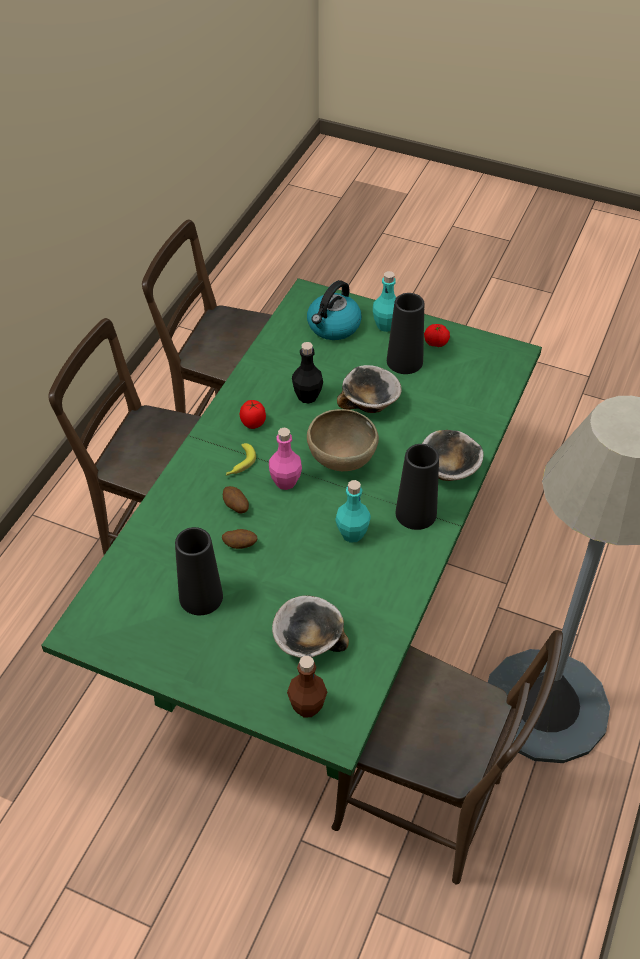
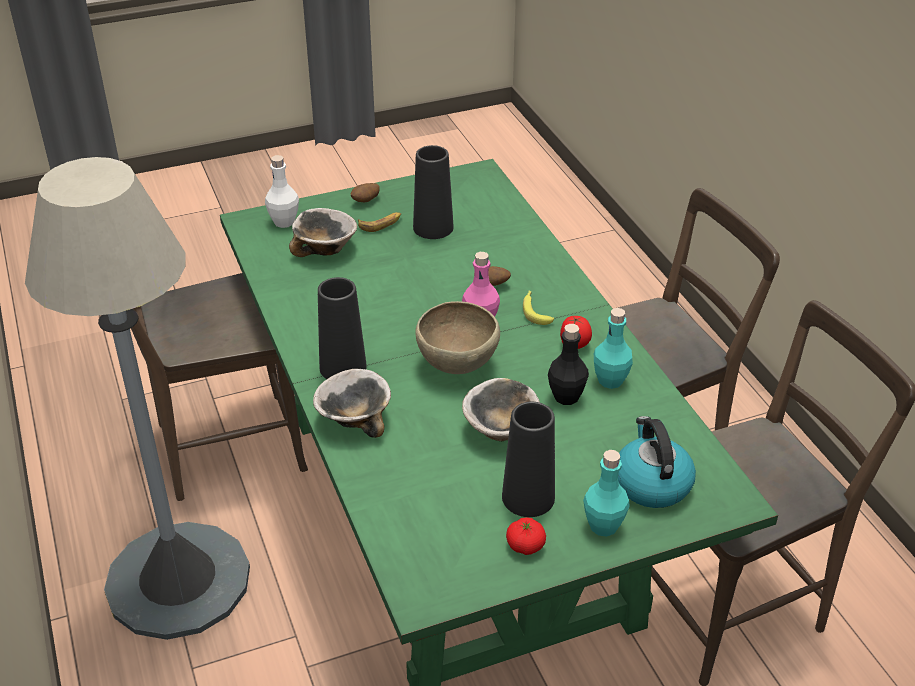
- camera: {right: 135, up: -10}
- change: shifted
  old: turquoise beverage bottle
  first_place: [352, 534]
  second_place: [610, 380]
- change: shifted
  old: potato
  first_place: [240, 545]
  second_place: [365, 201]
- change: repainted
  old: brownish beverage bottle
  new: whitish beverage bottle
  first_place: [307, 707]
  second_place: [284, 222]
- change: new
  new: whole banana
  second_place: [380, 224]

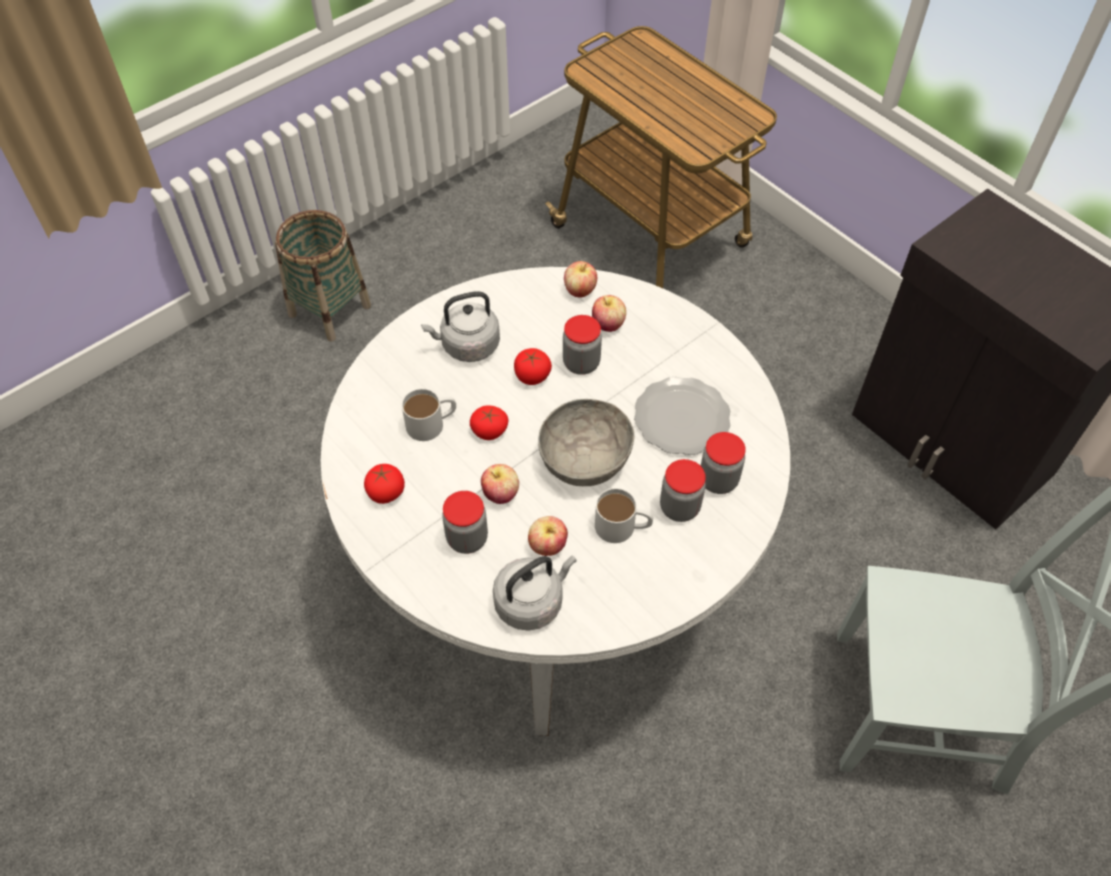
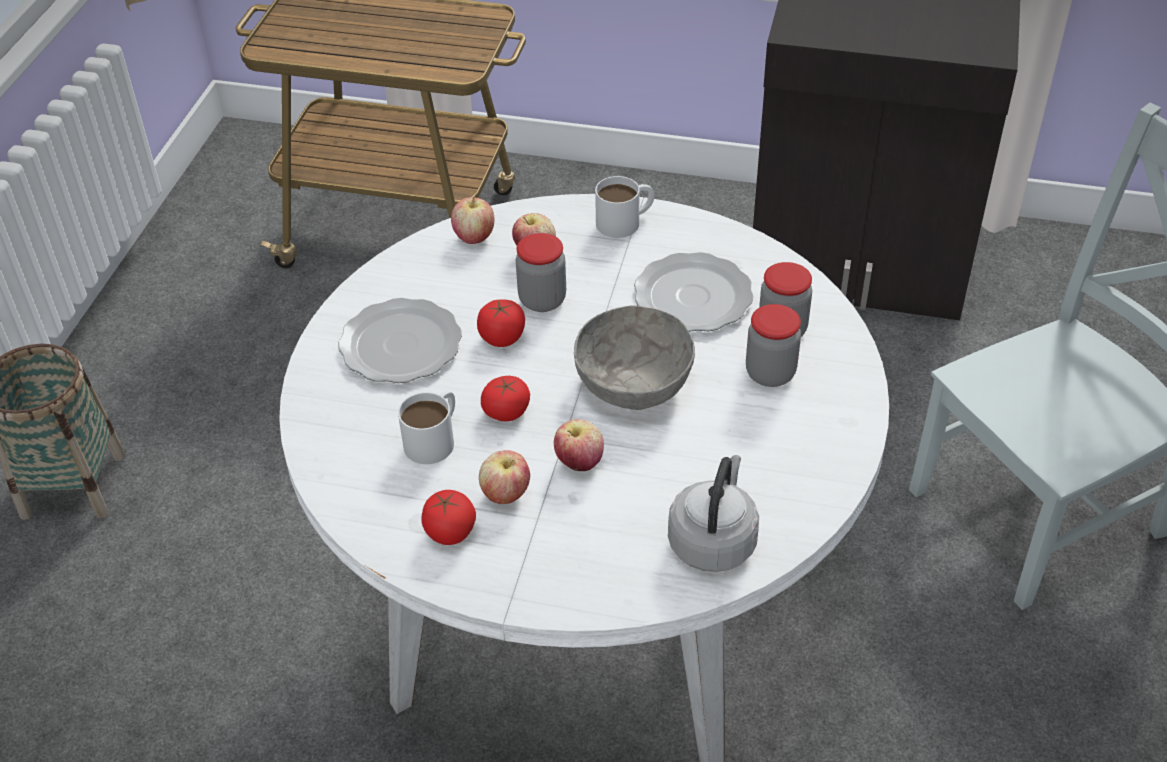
- camera: {right: -35, up: -10}
- change: swapped
  old: greyish water kettle
  new: dinner plate
  first_place: [467, 346]
  second_place: [401, 346]
- change: shifted
  old: whitish mug
  first_place: [623, 527]
  second_place: [625, 221]
- change: gone
  old: jar
  first_place: [467, 538]
- change: shifted
  old: apple fruit
  first_place: [548, 546]
  second_place: [505, 494]

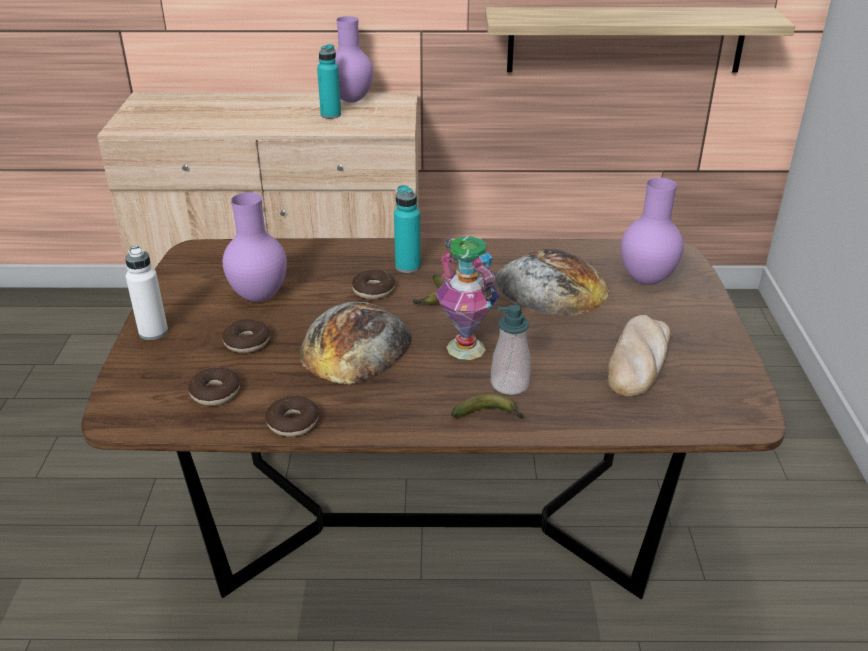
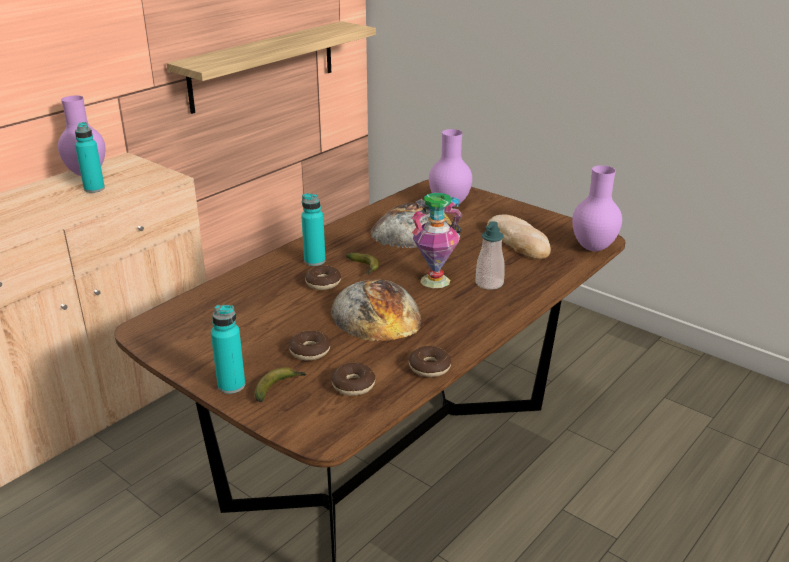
- camera: {right: -50, up: -5}
- change: shifted
  old: purple-coloured decorative vase
  first_place: [258, 296]
  second_place: [592, 248]
- change: repainted
  old: whitish beverage bottle
  new: turquoise beverage bottle
  first_place: [153, 332]
  second_place: [231, 385]
- change: shifted
  old: whole banana
  first_place: [489, 415]
  second_place: [279, 388]

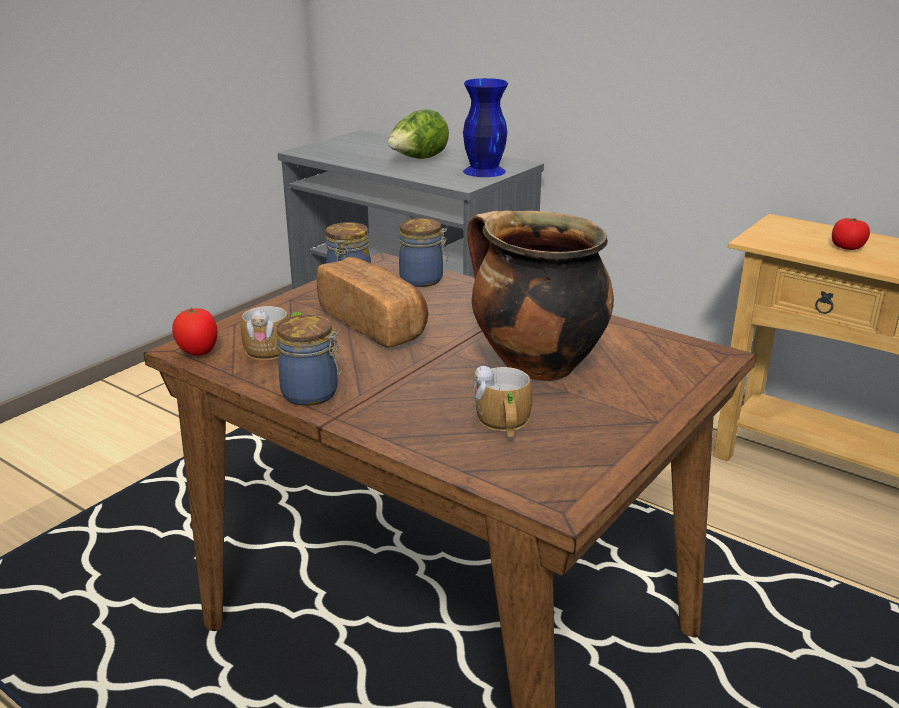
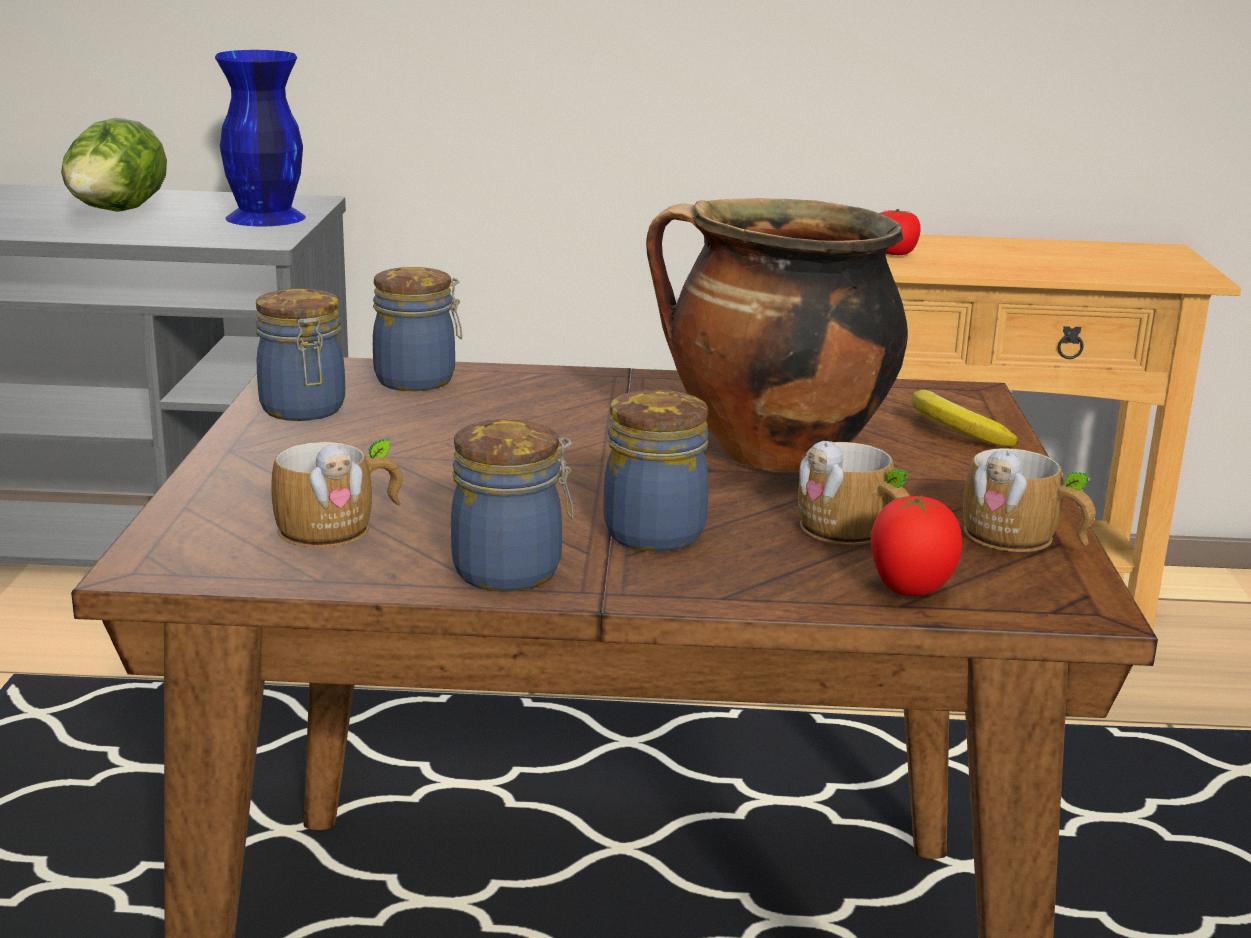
- camera: {right: -35, up: -5}
- change: gone
  old: baked bread
  first_place: [374, 324]
- change: shifted
  old: whole tomato
  first_place: [199, 353]
  second_place: [909, 591]
- change: new
  new: jar
  second_place: [652, 532]
- change: new
  new: whole banana
  second_place: [954, 431]
- change: new
  new: mug
  second_place: [1023, 540]

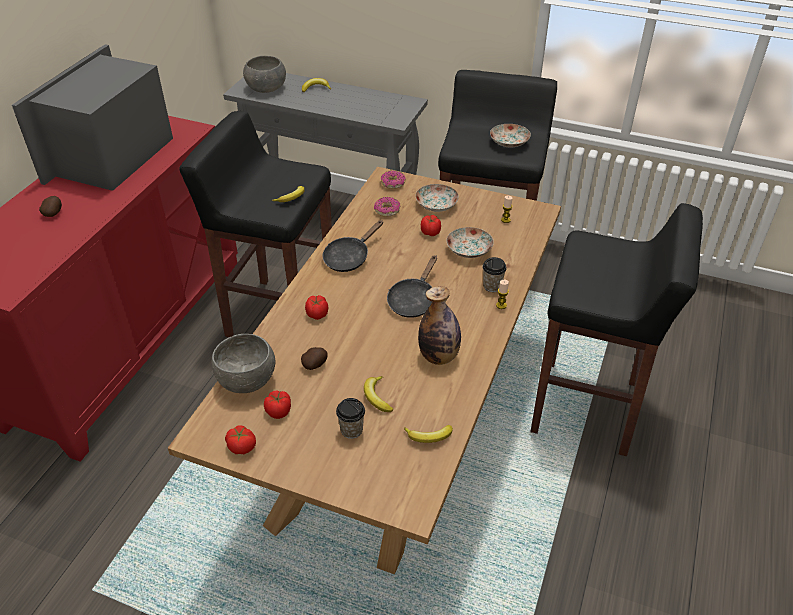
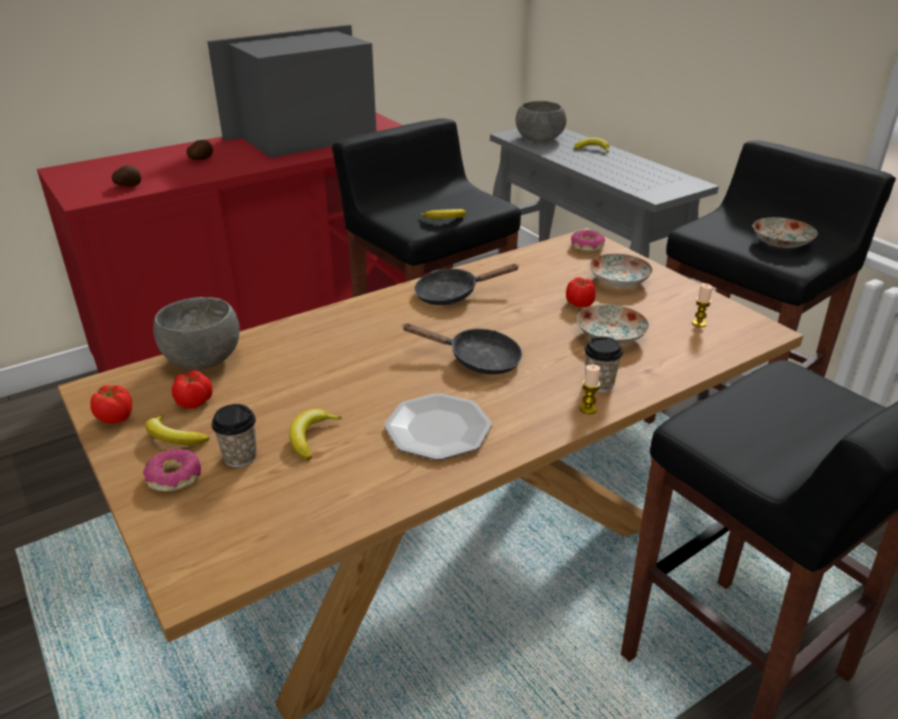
- camera: {right: 35, up: -10}
- change: shifted
  old: doughnut
  first_place: [387, 210]
  second_place: [174, 477]
- change: rotated
  old: black-coloured frying pan
  first_place: [413, 300]
  second_place: [477, 360]
  degrees: -135
- change: swapped
  old: beverage bottle
  new: dinner plate
  first_place: [439, 356]
  second_place: [437, 429]
- change: gone
  old: whole tomato
  first_place: [317, 315]
- change: shifted
  old: potato
  first_place: [315, 364]
  second_place: [129, 186]
- change: shifted
  old: whole banana
  first_place: [429, 437]
  second_place: [174, 438]

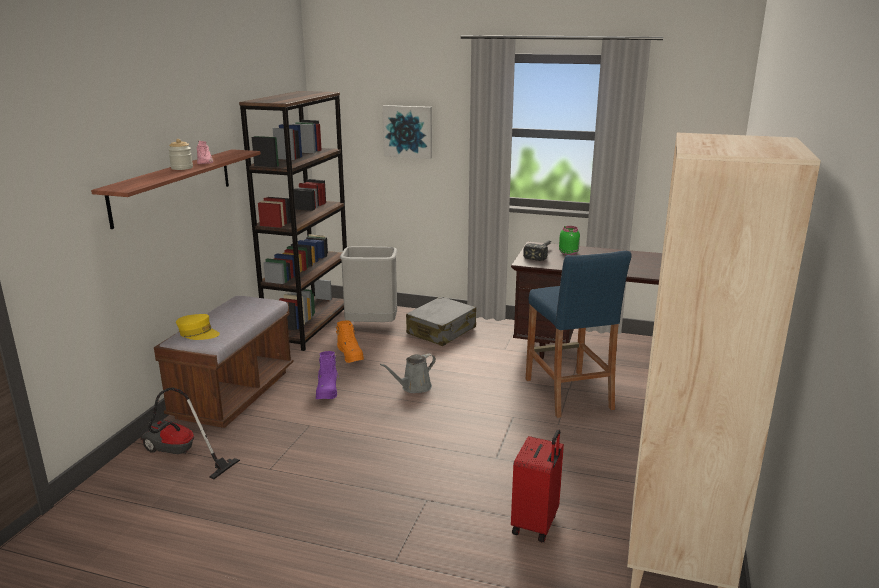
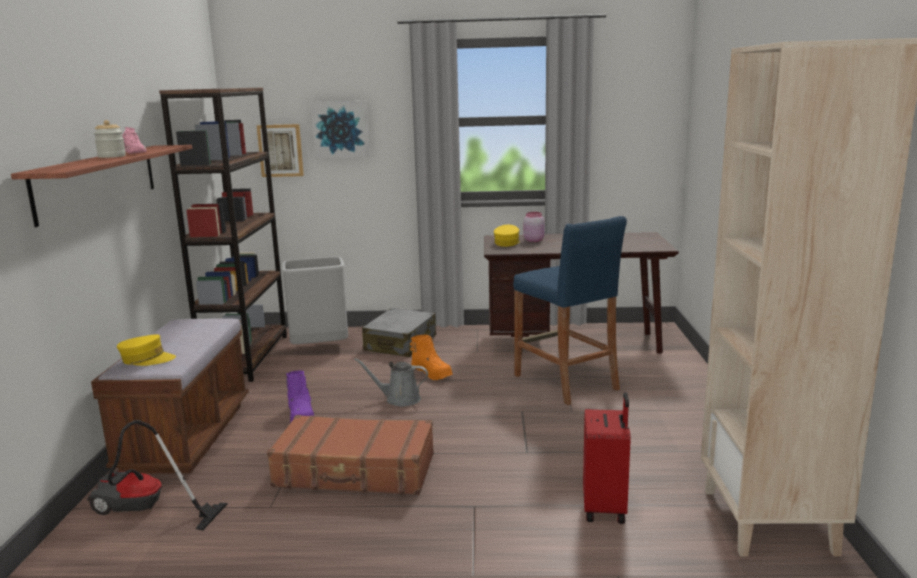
- camera: {right: -15, up: -5}
- change: repainted
  old: green-coloured jar
  new: pink-coloured jar
  first_place: [568, 253]
  second_place: [533, 240]
- change: swapped
  old: tool hammer
  new: yellow-coloured baseball cap
  first_place: [541, 253]
  second_place: [507, 243]
- change: shifted
  old: orange-coloured tall boot
  first_place: [350, 355]
  second_place: [432, 373]
- change: rotated
  old: greyish watering can
  first_place: [414, 387]
  second_place: [399, 399]
  degrees: 60
- change: new
  new: wall art
  second_place: [280, 150]
- change: new
  new: brownish suitcase
  second_place: [355, 471]

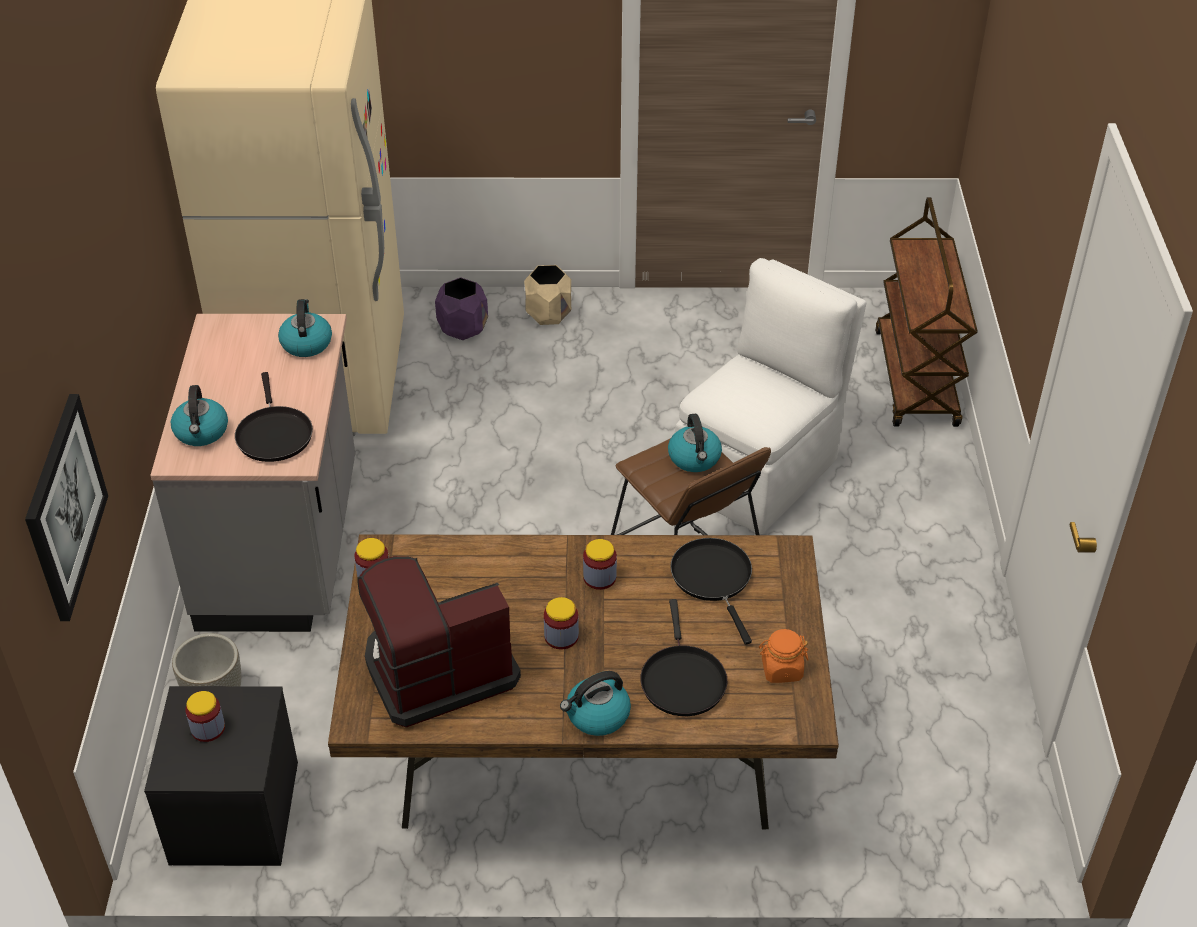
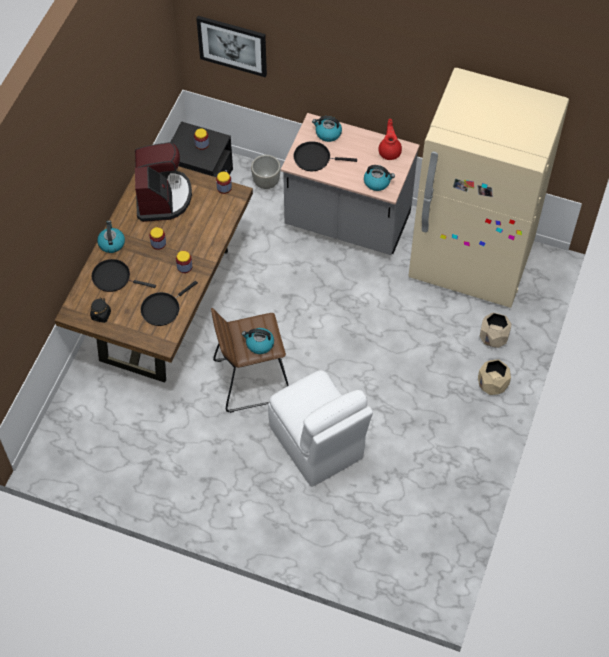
- camera: {right: 110, up: 15}
- change: gone
  old: brownish wheeled cart
  first_place: [916, 379]
- change: repainted
  old: purple-coloured plant pot
  new: beige-coloured plant pot
  first_place: [463, 328]
  second_place: [493, 338]
- change: rotated
  old: black-coloured frying pan
  first_place: [713, 579]
  second_place: [163, 308]
  degrees: 135
- change: repainted
  old: orange-coloured jar
  new: black-coloured jar
  first_place: [781, 669]
  second_place: [101, 315]
- change: new
  new: red pot for tea
  second_place: [390, 151]

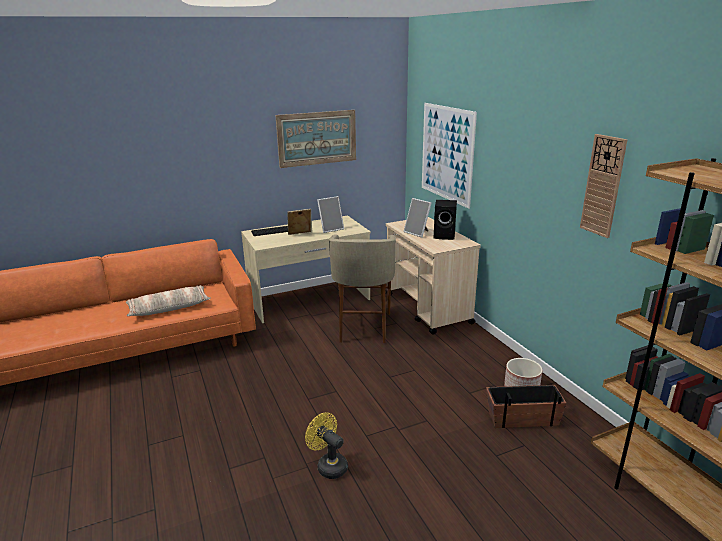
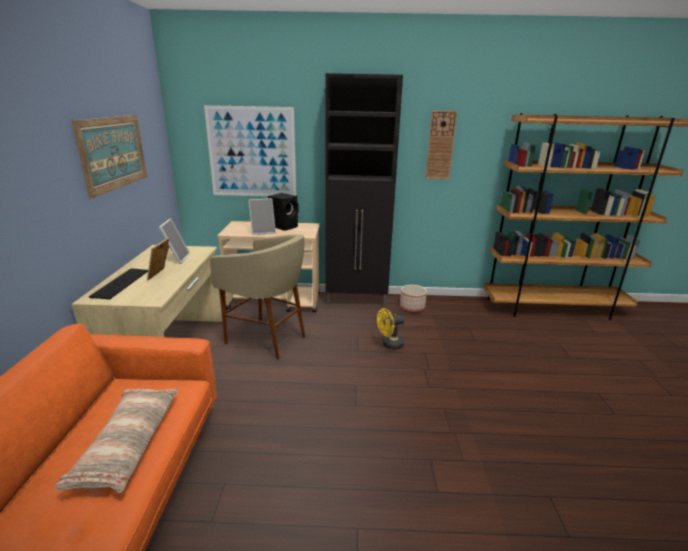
- camera: {right: -65, up: 0}
- change: gone
  old: plant pot
  first_place: [522, 418]
- change: shifted
  old: yellow-coloured cooling fan
  first_place: [328, 465]
  second_place: [389, 345]
- change: new
  new: black-coloured cupboard
  second_place: [357, 300]

